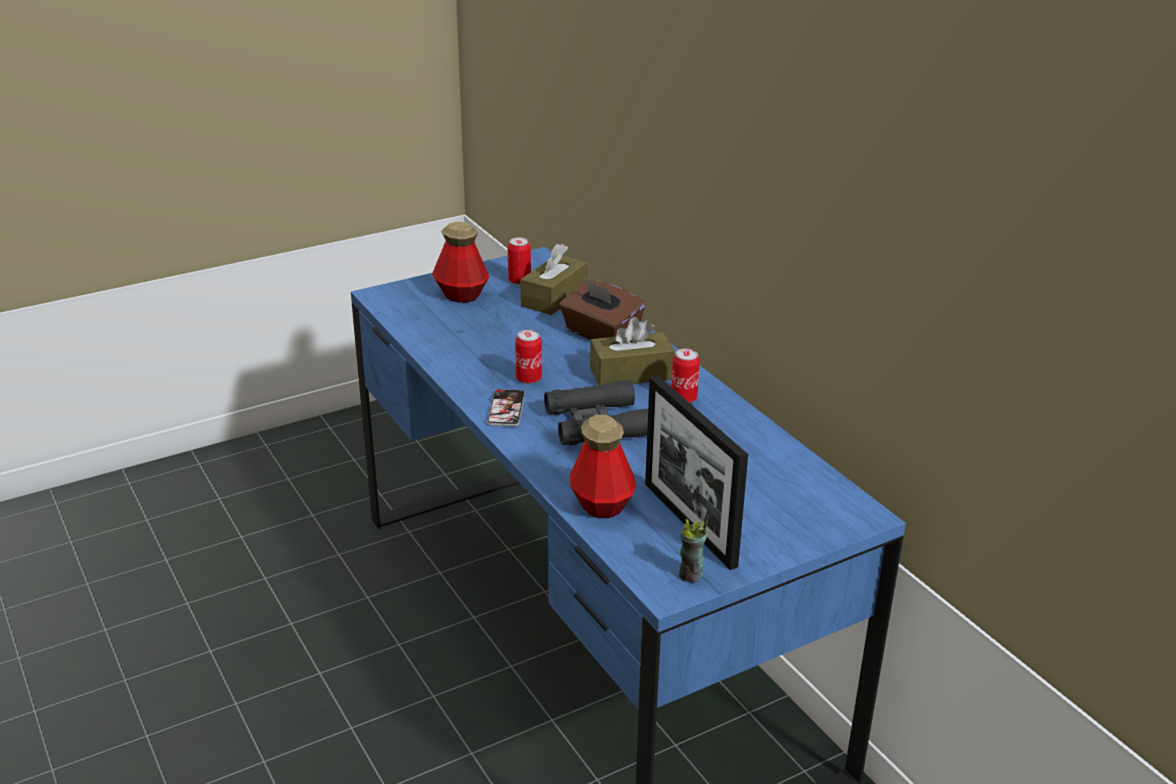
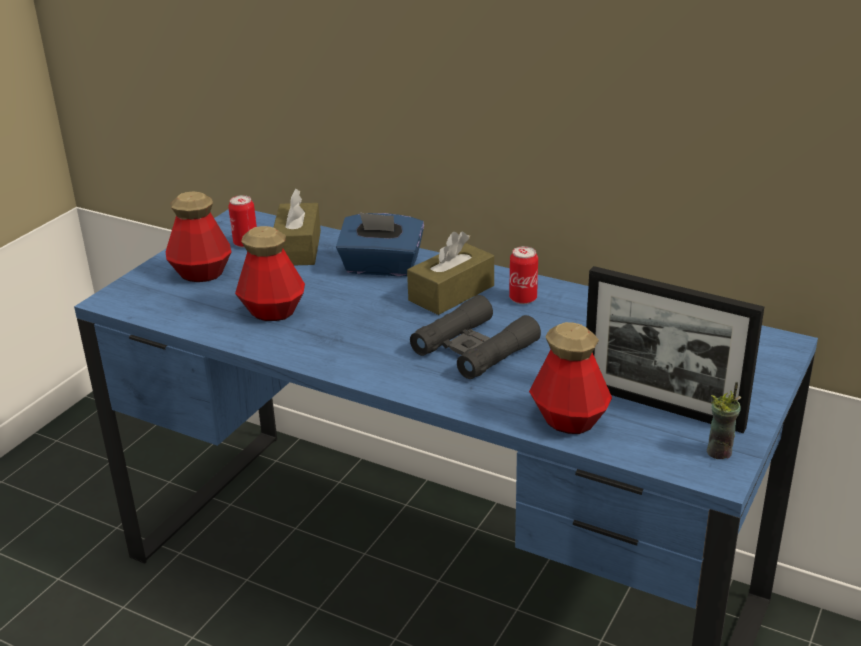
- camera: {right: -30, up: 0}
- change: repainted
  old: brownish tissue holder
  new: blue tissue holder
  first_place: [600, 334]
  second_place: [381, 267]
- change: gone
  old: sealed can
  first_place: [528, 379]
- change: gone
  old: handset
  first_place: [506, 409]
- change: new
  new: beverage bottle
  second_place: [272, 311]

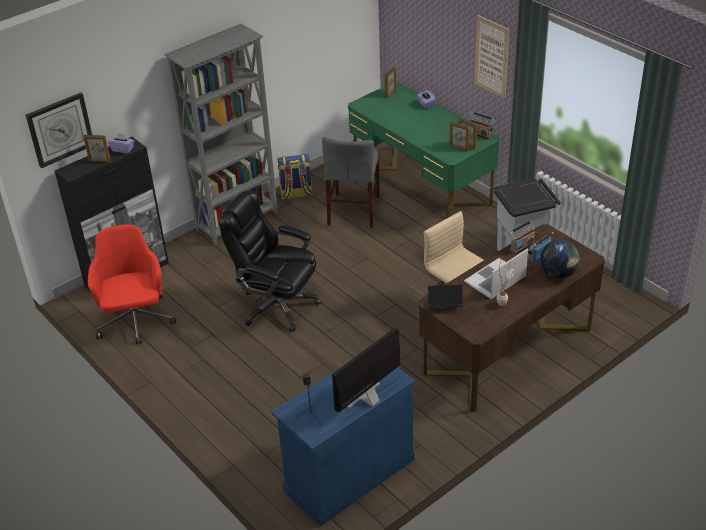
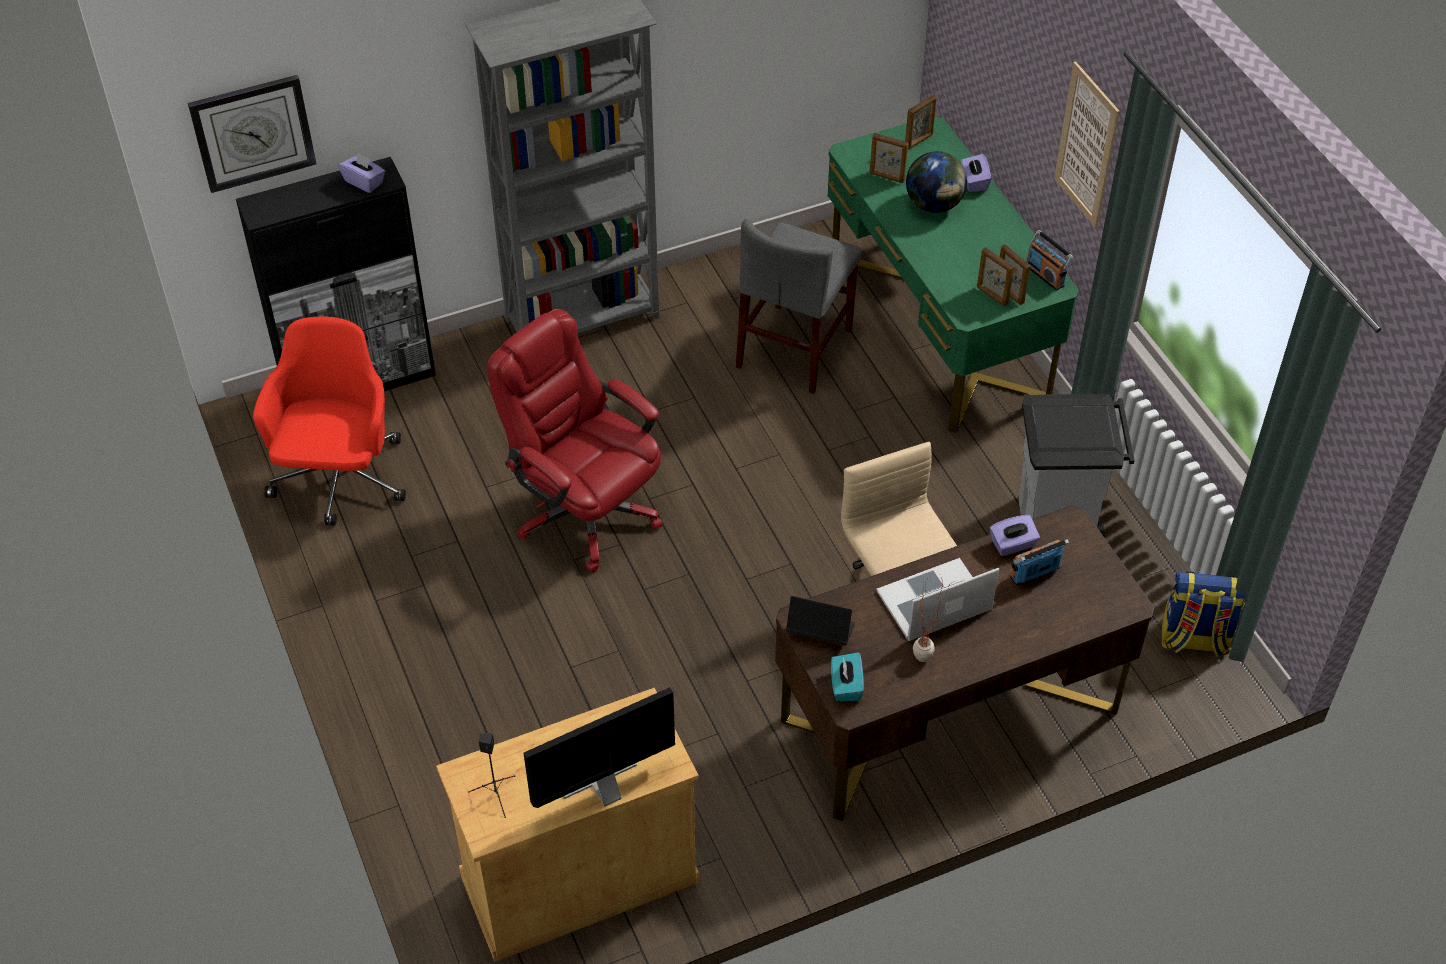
- camera: {right: 15, up: 10}
- change: shifted
  old: picture frame
  first_place: [99, 161]
  second_place: [886, 177]
- change: shifted
  old: backpack
  first_place: [296, 194]
  second_place: [1194, 640]
- change: repainted
  old: black-coloured computer chair
  new: red computer chair
  first_place: [277, 305]
  second_place: [585, 511]
- change: swapped
  old: radio
  new: purple-coloured tissue holder
  first_place: [522, 247]
  second_place: [1012, 545]
- change: shifted
  old: desk globe
  first_place: [558, 273]
  second_place: [934, 205]
- change: repainted
  old: blue cupboard
  new: beige-coloured cupboard
  first_place: [349, 474]
  second_place: [579, 878]
- change: new
  new: turquoise tissue holder
  second_place: [846, 686]

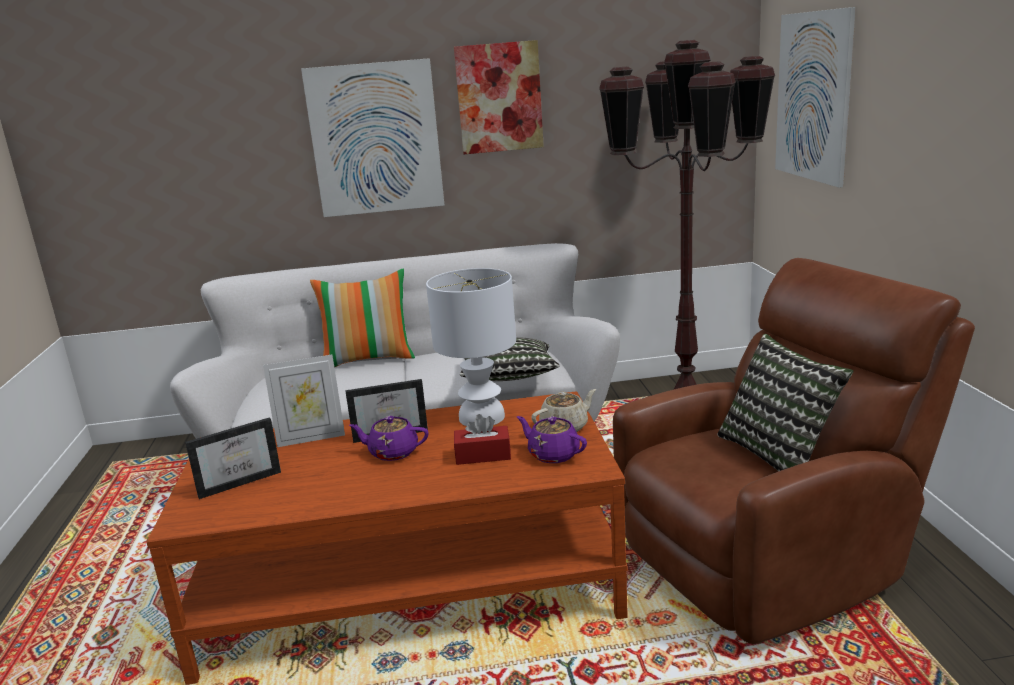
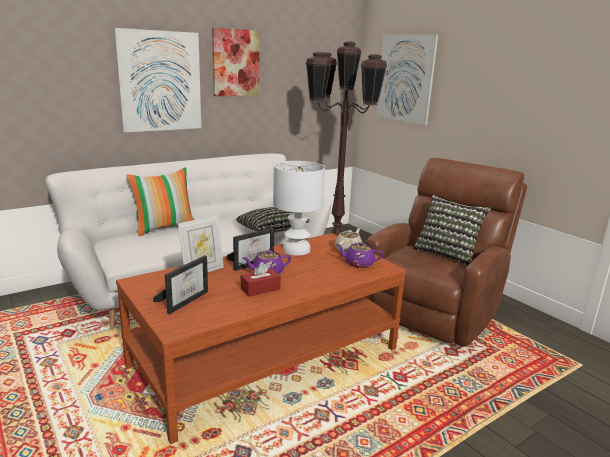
- camera: {right: -30, up: 0}
- change: shifted
  old: red tissue holder
  first_place: [483, 455]
  second_place: [260, 289]

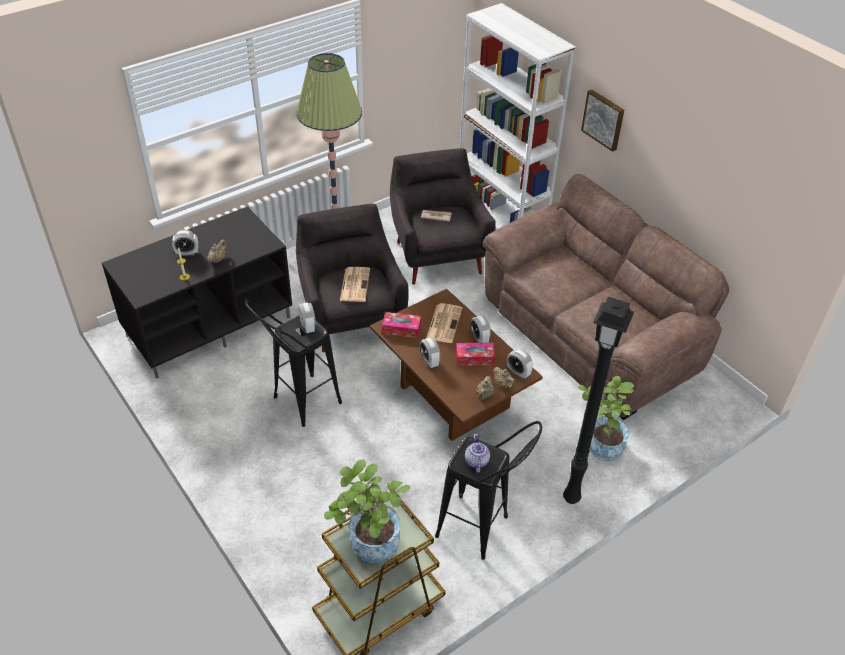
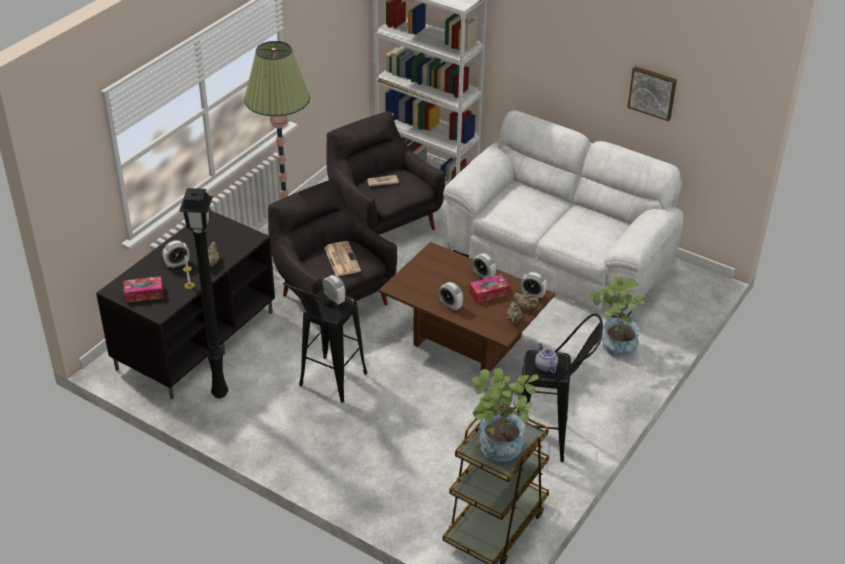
- camera: {right: -20, up: -5}
- change: shifted
  old: wall art
  first_place: [604, 119]
  second_place: [652, 92]
- change: repainted
  old: brownish settee
  new: whitish settee
  first_place: [591, 333]
  second_place: [560, 256]
- change: shifted
  old: black-coloured standing lamp
  first_place: [572, 499]
  second_place: [220, 394]
- change: gone
  old: daily paper
  first_place: [444, 323]
- change: shifted
  old: tissue holder
  first_place: [401, 329]
  second_place: [144, 294]

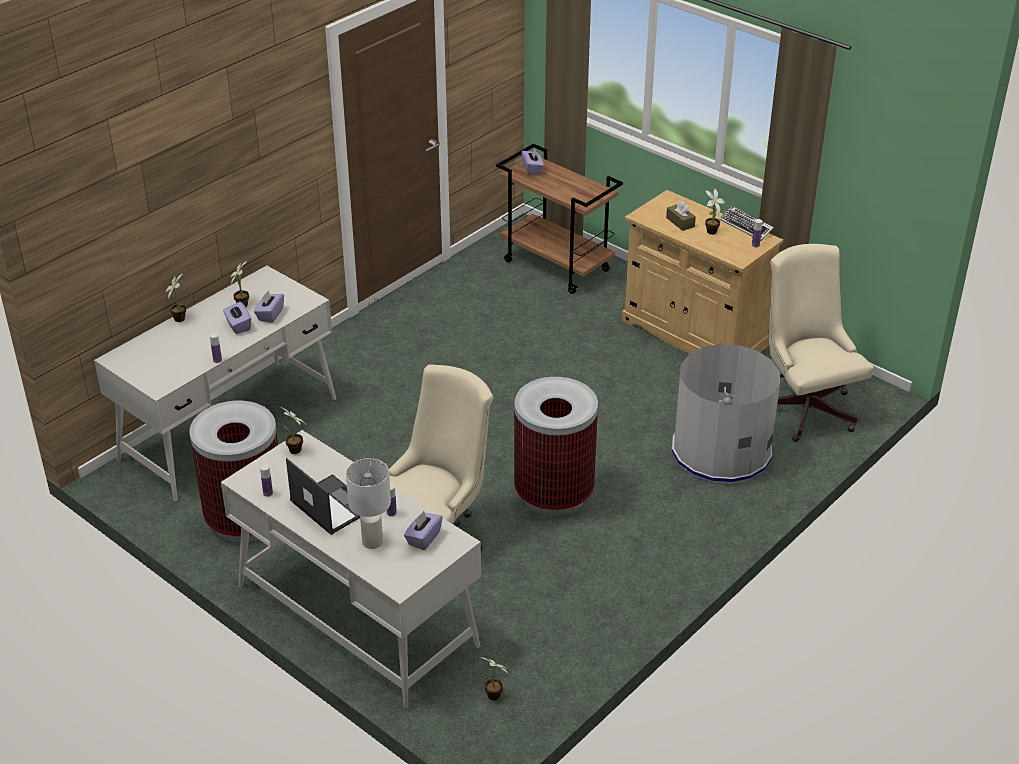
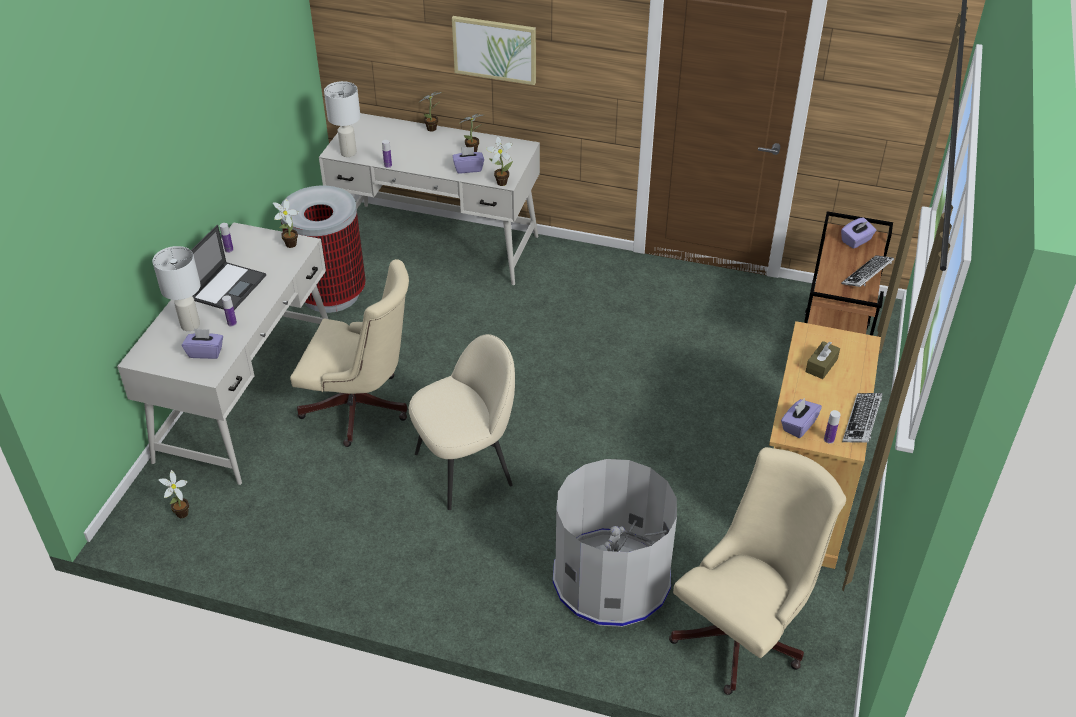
- camera: {right: 65, up: 5}
- change: shifted
  old: potted plant
  first_place: [710, 232]
  second_place: [500, 182]
- change: shifted
  old: purple-coloured tissue holder
  first_place: [238, 326]
  second_place: [798, 425]
- change: swapped
  old: waste bin
  new: beige-coloured plain chair
  first_place: [554, 494]
  second_place: [466, 468]
- change: new
  new: wall art
  second_place: [495, 49]
- change: new
  new: whitish tabletop lamp
  second_place: [348, 153]
- change: new
  new: keyboard
  second_place: [867, 275]

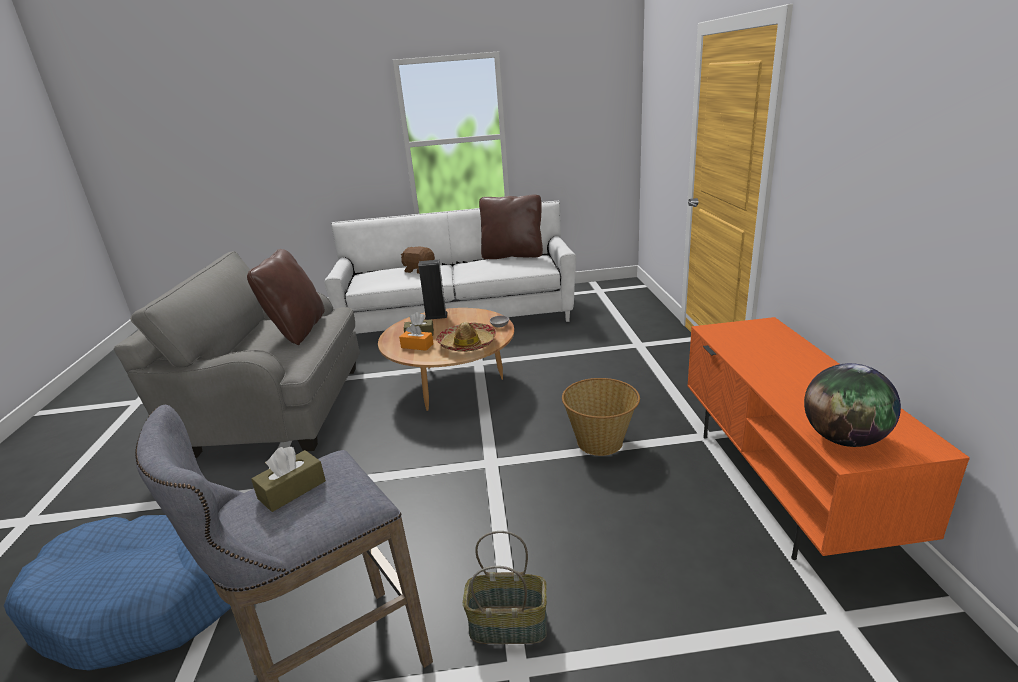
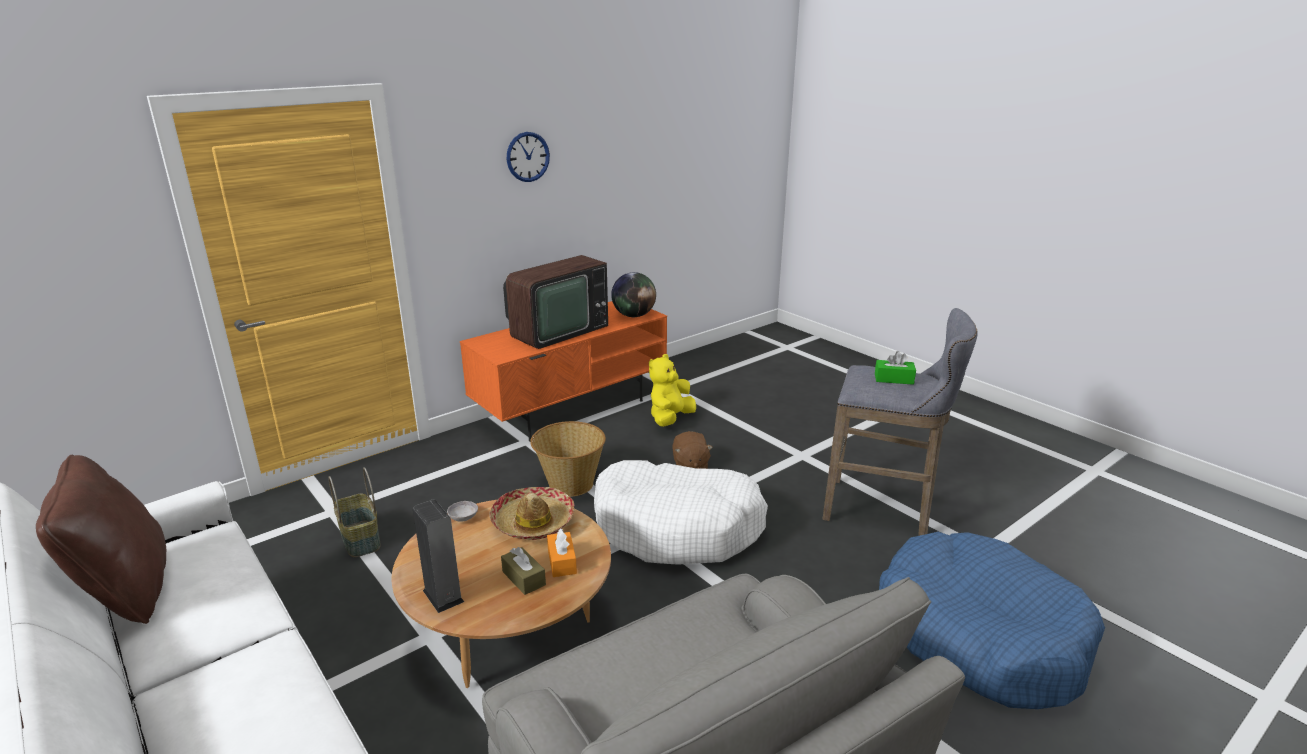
- camera: {right: -125, up: 0}
- change: shifted
  old: brownish soft toy
  first_place: [419, 270]
  second_place: [690, 465]
- change: gone
  old: brownish pillow
  first_place: [297, 331]
- change: repainted
  old: brownish tissue holder
  new: green-coloured tissue holder
  first_place: [292, 490]
  second_place: [894, 379]
- change: shifted
  old: basket
  first_place: [509, 624]
  second_place: [359, 539]
- change: new
  new: wall clock
  second_place: [528, 157]
- change: new
  new: TV set
  second_place: [555, 331]
- change: new
  new: yellow-coloured soft toy
  second_place: [670, 419]
- change: new
  new: whitish dog cushion
  second_place: [678, 527]

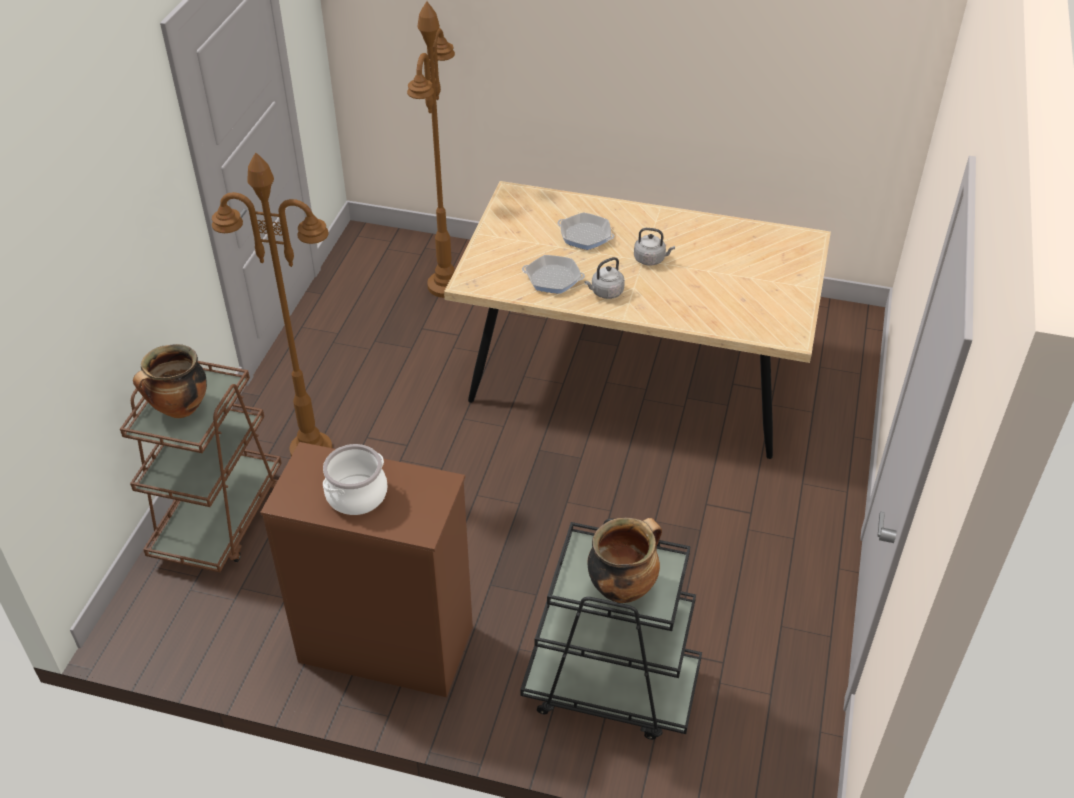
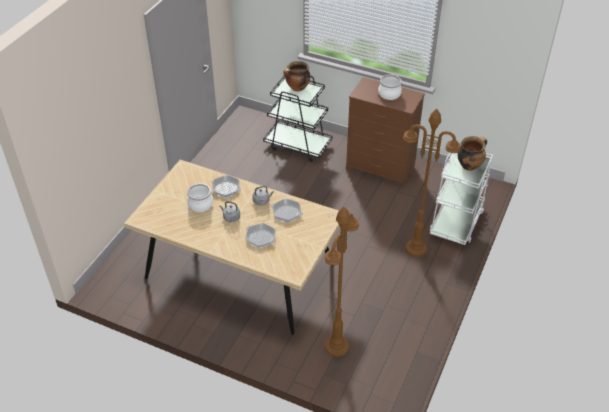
- camera: {right: -170, up: 0}
- change: repainted
  old: brownish wheeled cart
  new: whitish wheeled cart
  first_place: [219, 518]
  second_place: [456, 222]
- change: new
  new: frying pan
  second_place: [226, 188]
- change: new
  new: saucepot
  second_place: [201, 204]

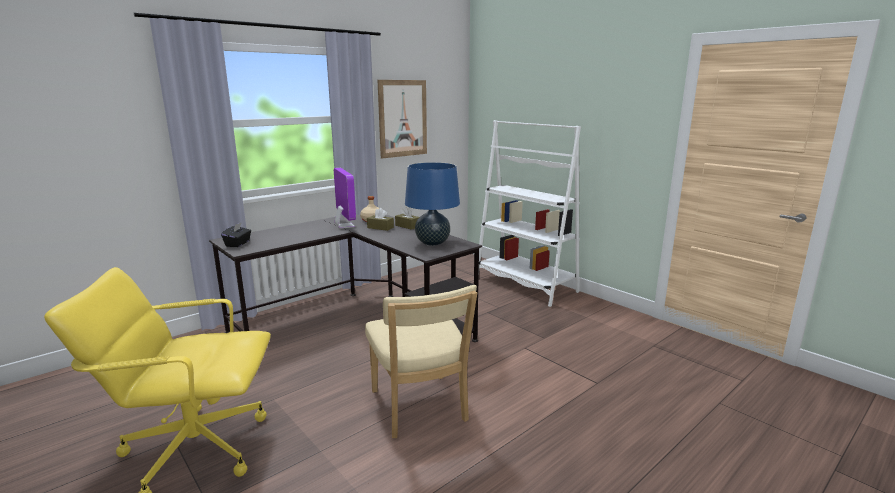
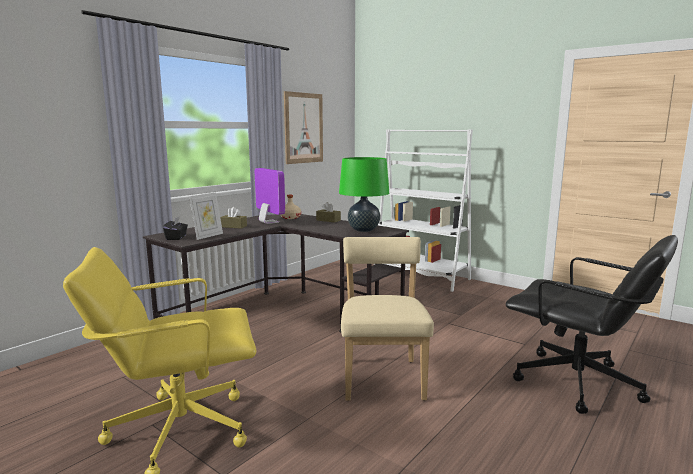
- camera: {right: -10, up: -5}
- change: repainted
  old: blue tabletop lamp
  new: green-coloured tabletop lamp
  first_place: [432, 243]
  second_place: [363, 230]
- change: shifted
  old: brownish tissue holder
  first_place: [380, 227]
  second_place: [233, 226]
- change: rotated
  old: beige-coloured plain chair
  first_place: [420, 409]
  second_place: [382, 376]
  degrees: -150
- change: new
  new: picture frame
  second_place: [207, 236]
- change: new
  new: black-coloured computer chair
  second_place: [578, 383]

